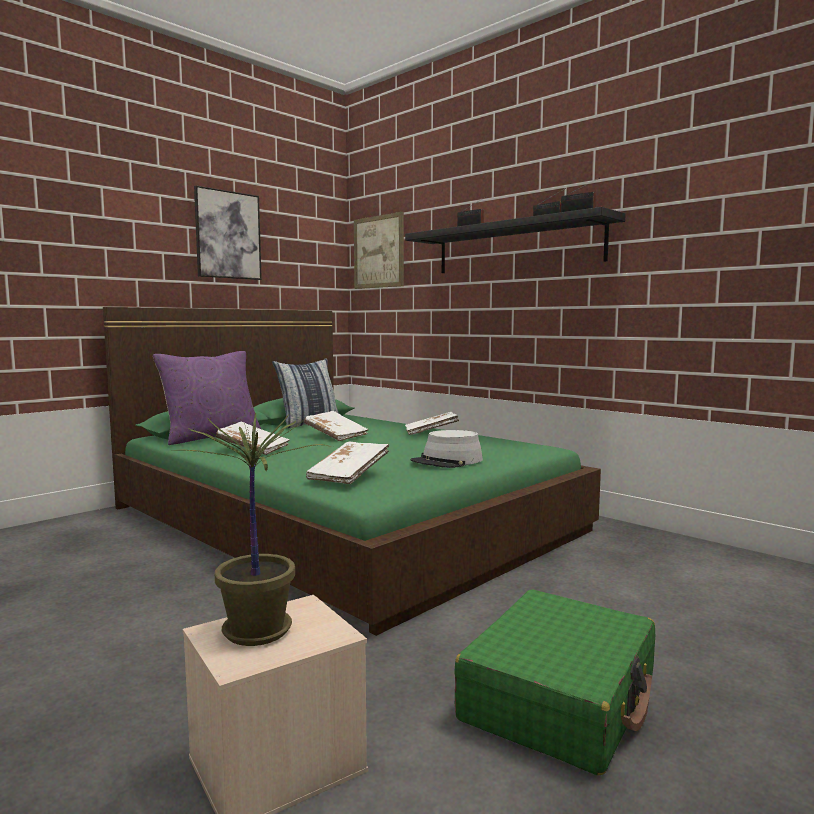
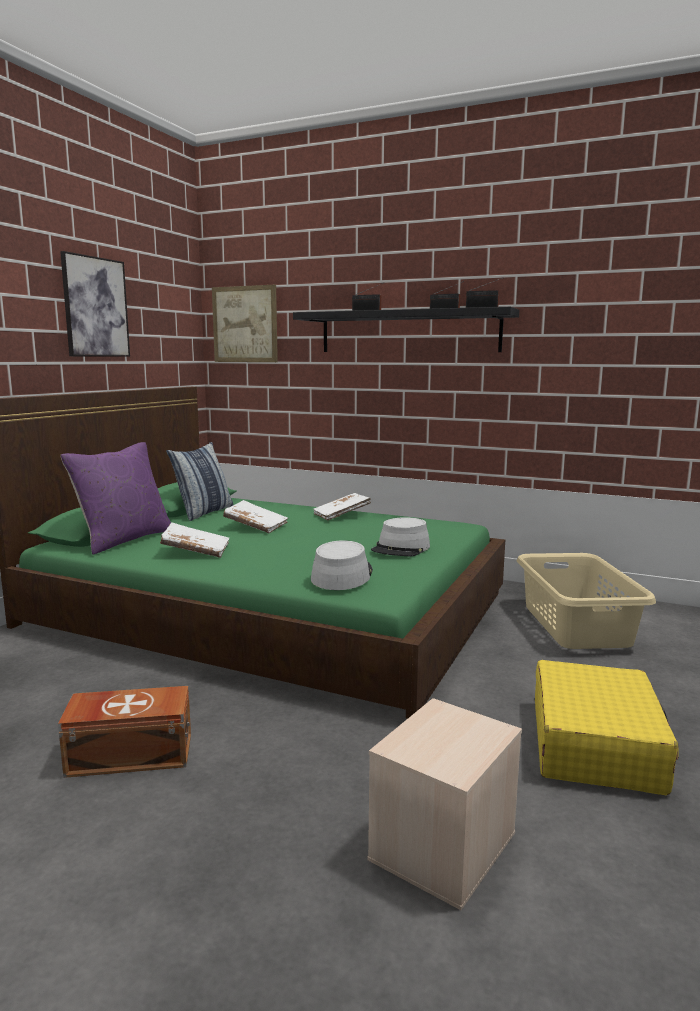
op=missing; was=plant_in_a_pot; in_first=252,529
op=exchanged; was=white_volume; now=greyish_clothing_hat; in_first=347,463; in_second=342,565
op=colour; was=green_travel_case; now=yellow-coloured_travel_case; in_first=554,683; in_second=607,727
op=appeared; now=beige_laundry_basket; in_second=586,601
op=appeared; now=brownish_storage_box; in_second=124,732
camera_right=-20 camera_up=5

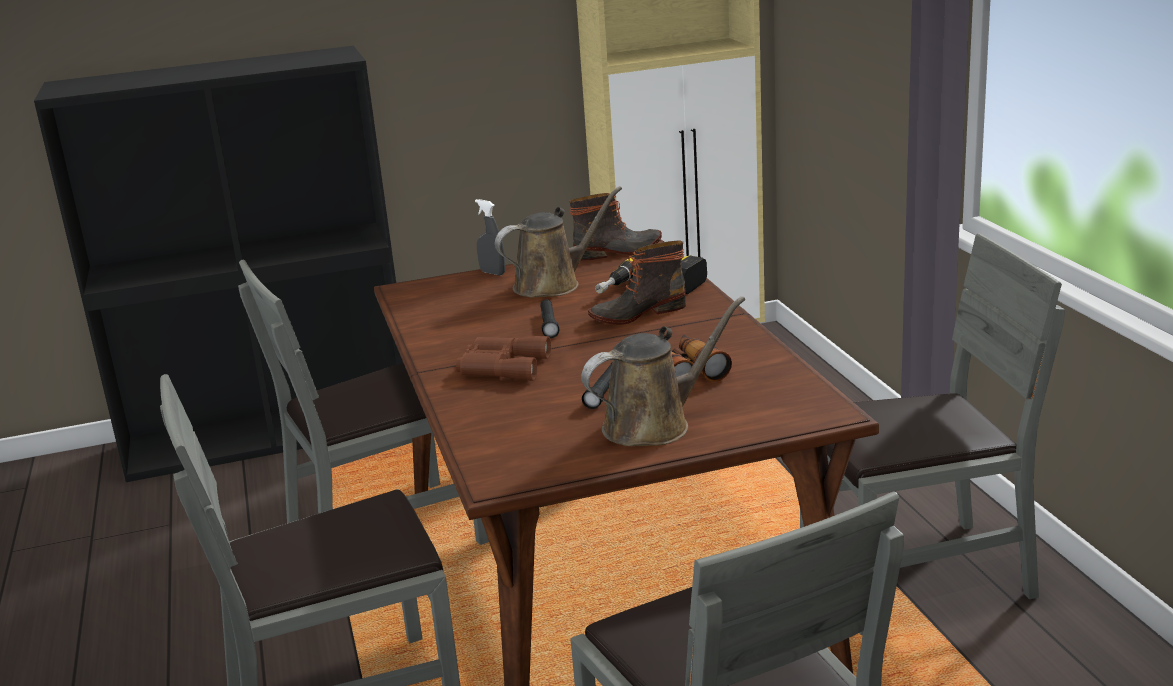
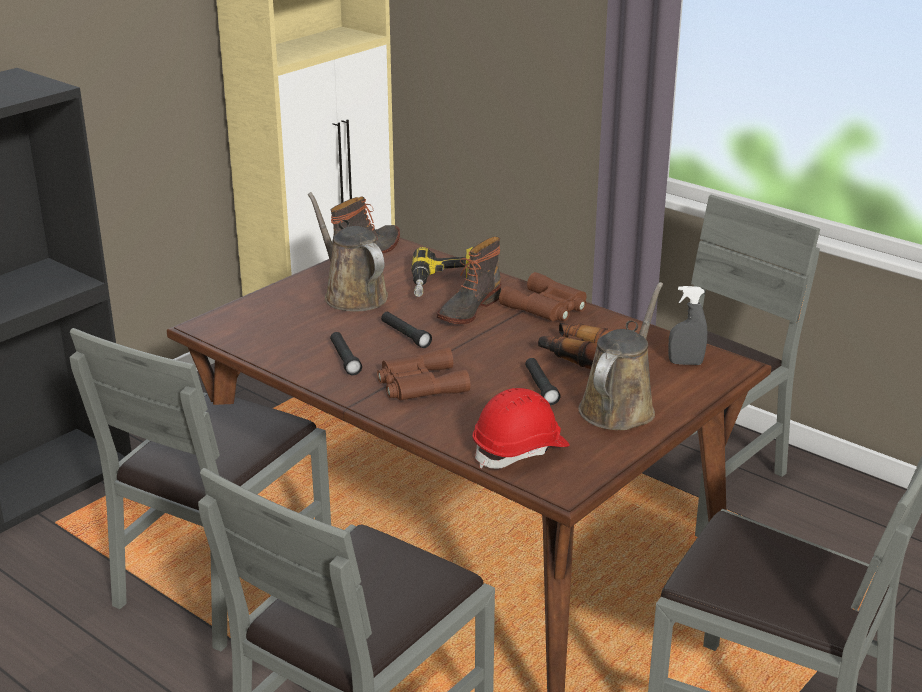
op=spun; was=brownish_watering_can; in_first=558,241; in_second=348,251; clockwise=-60
op=relocated; was=greyish_hand_sprayer; in_first=490,237; in_second=687,325
op=appeared; now=brownish_binoculars; in_second=543,296
op=appeared; now=black-coloured_flashlight; in_second=346,353
op=appeared; now=red_hard_hat; in_second=521,428
camera_right=-35 camera_up=5

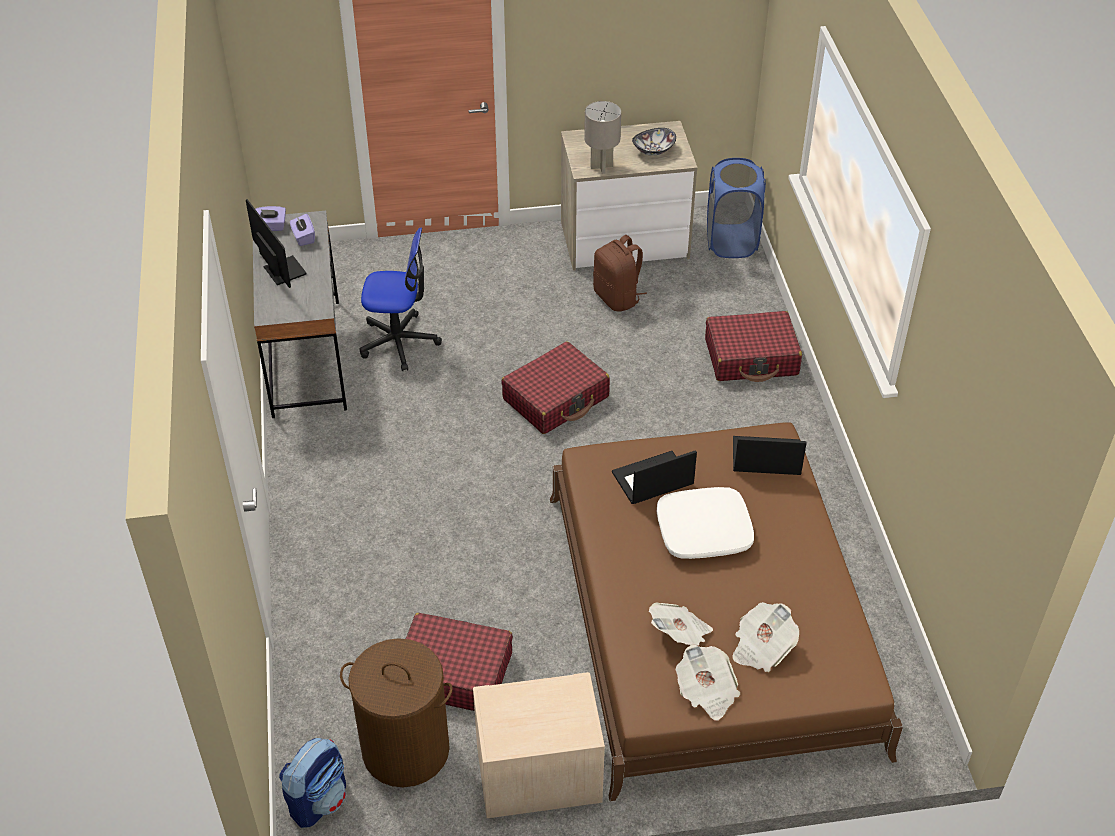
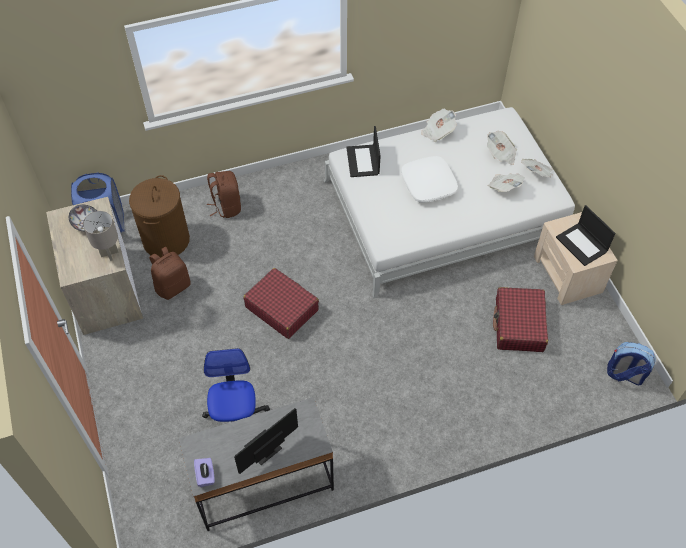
op=missing; was=purple-coloured_tissue_holder; in_first=302,230
op=exchanged; was=red_travel_case; now=brownish_backpack; in_first=753,346; in_second=224,194
op=colour; was=brownish_sleeping_bed; now=white_sleeping_bed; in_first=726,611; in_second=449,203
op=relocated; was=laptop; in_first=654,477; in_second=585,235
op=relocated; was=brownish_laundry_basket; in_first=396,712; in_second=159,216
op=appeared; now=daily_paper; in_second=439,125
camera_right=-100 camera_up=10

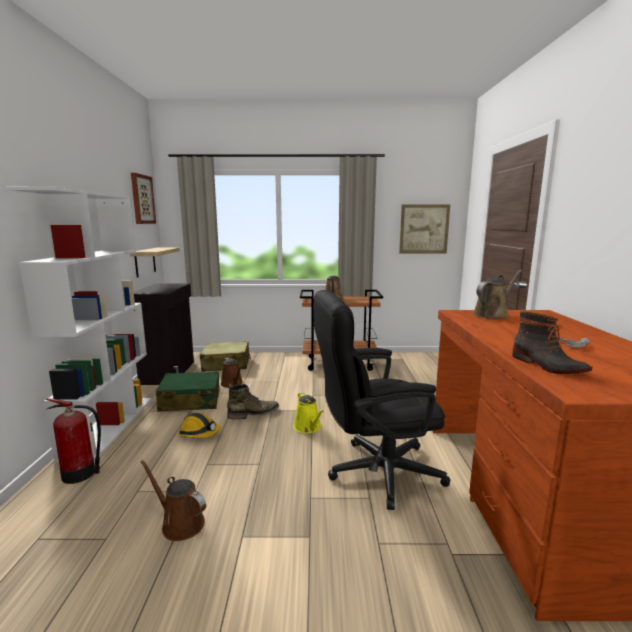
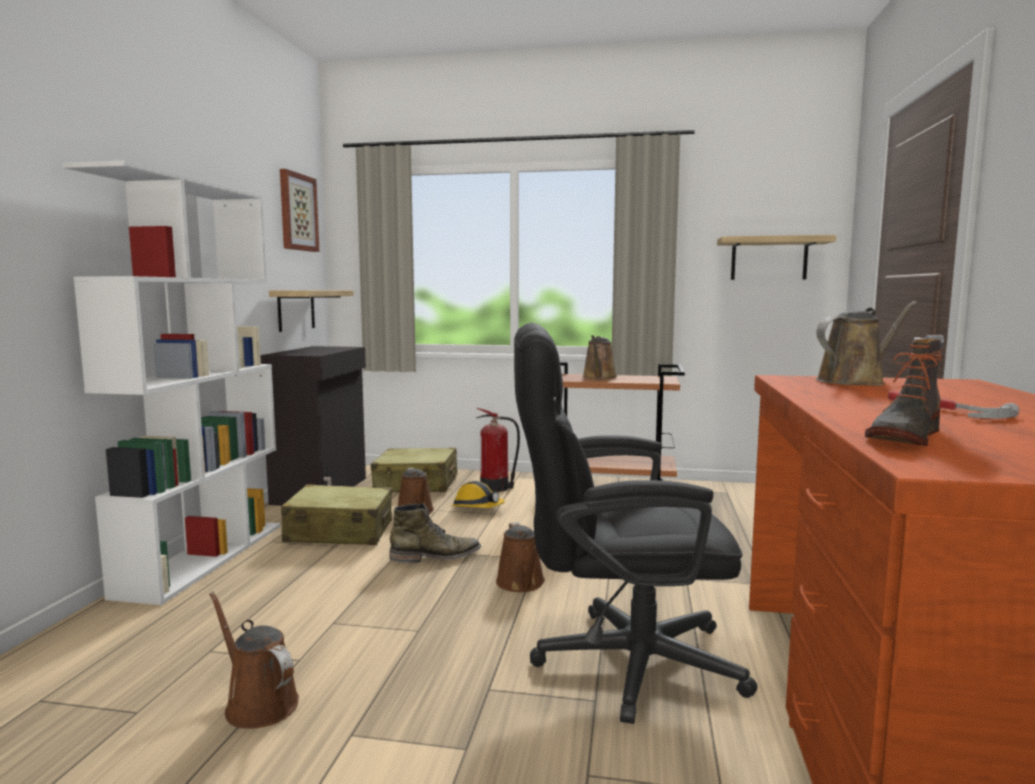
op=exchanged; was=wall_art; now=shelf; in_first=424,229; in_second=776,257
op=spun; was=tall_boot; in_first=552,342; in_second=903,392; clockwise=60
op=colour; was=green_travel_case; now=beige_travel_case; in_first=188,392; in_second=336,514
op=colour; was=yellow-coloured_watering_can; now=brownish_watering_can; in_first=309,412; in_second=520,557
op=relocated; was=fire-fighting_cylinder; in_first=73,441; in_second=498,450
op=relocated; was=hard_hat; in_first=199,425; in_second=478,494
camera_right=10 camera_up=-5

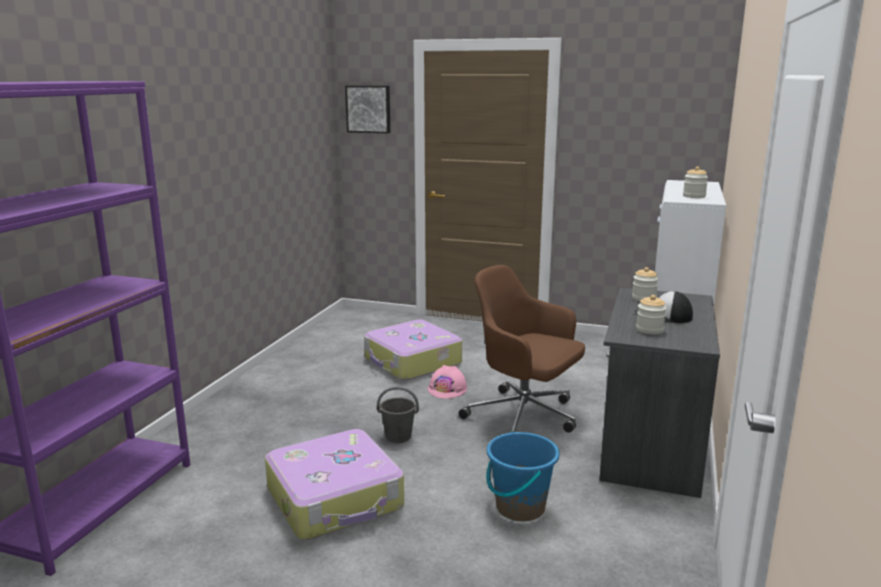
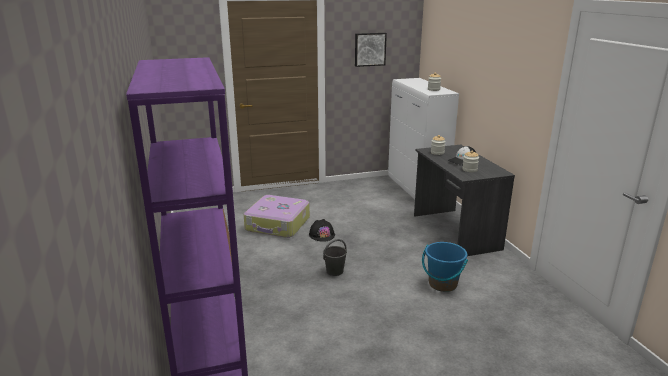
op=relocated; was=wall_art; in_first=367,109; in_second=371,50
op=missing; was=brownish_desk_chair; in_first=522,349
op=colour; was=pinkish_hard_hat; now=black-coloured_hard_hat; in_first=447,382; in_second=322,230
op=missing; was=travel_case; in_first=334,484
camera_right=-35 camera_up=5

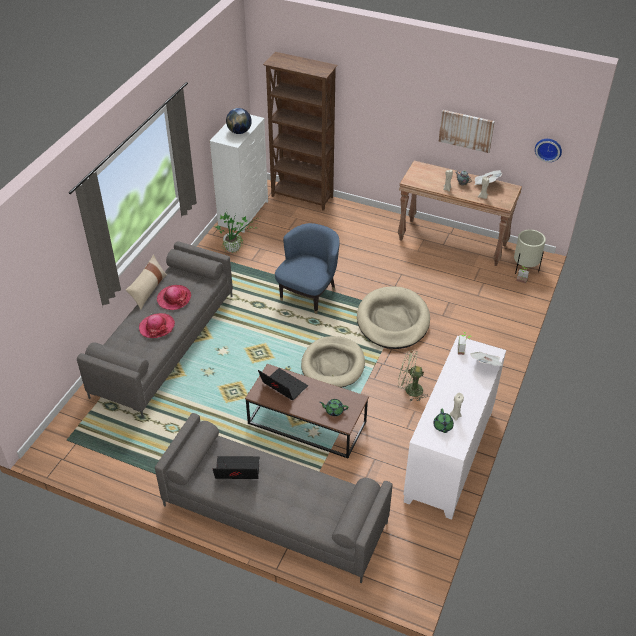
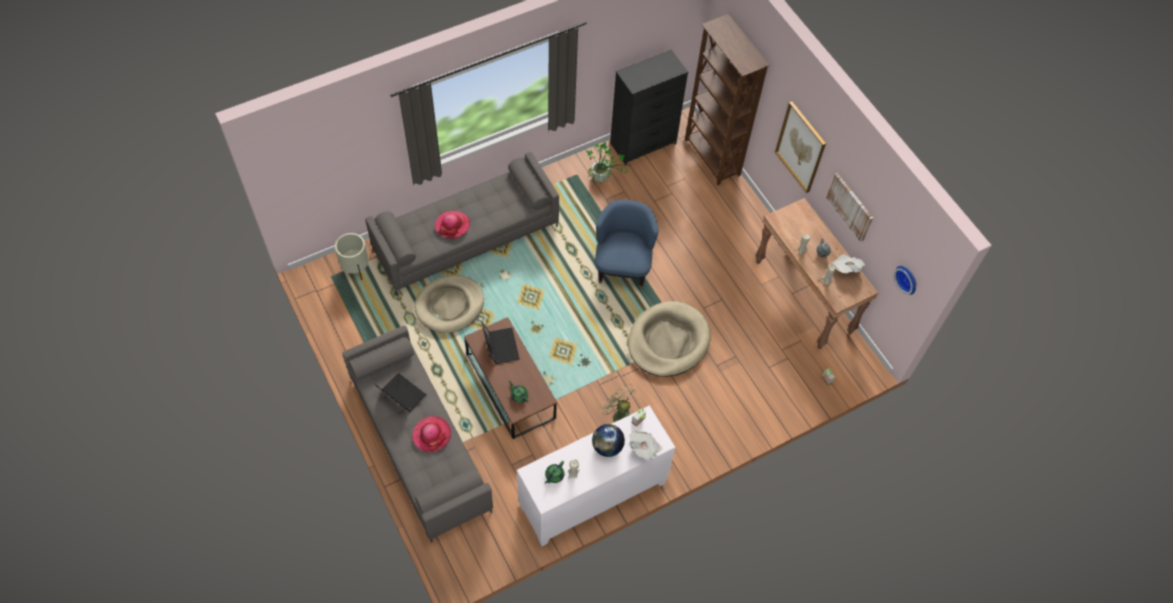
op=relocated; was=world_globe; in_first=239,121; in_second=608,440
op=colour; was=white_chest_of_drawers; now=black-coloured_chest_of_drawers; in_first=239,174; in_second=649,107
op=spun; was=bluish_armchair; in_first=307,268; in_second=626,244; clockwise=-60
op=relocated; was=beige_planter; in_first=530,252; in_second=352,256
op=missing; was=beige_throw_pillow; in_first=146,282
op=relocated; was=clothing_hat; in_first=174,297; in_second=431,434
op=relocated; was=beige_dog_bed; in_first=333,362; in_second=449,304
op=appeared; now=wall_art; in_second=800,147
camera_right=35 camera_up=15

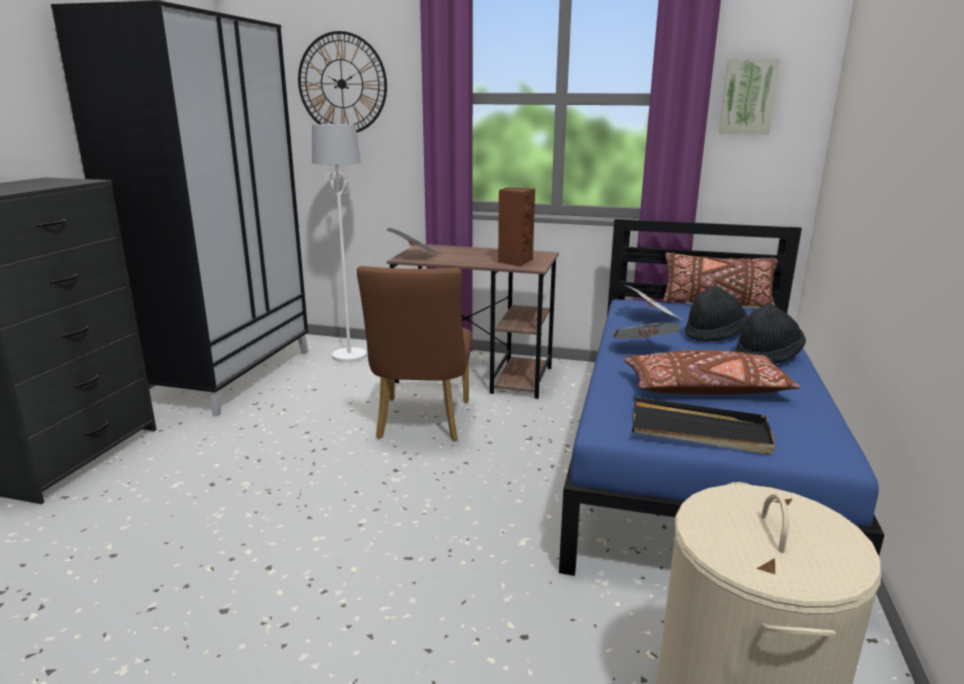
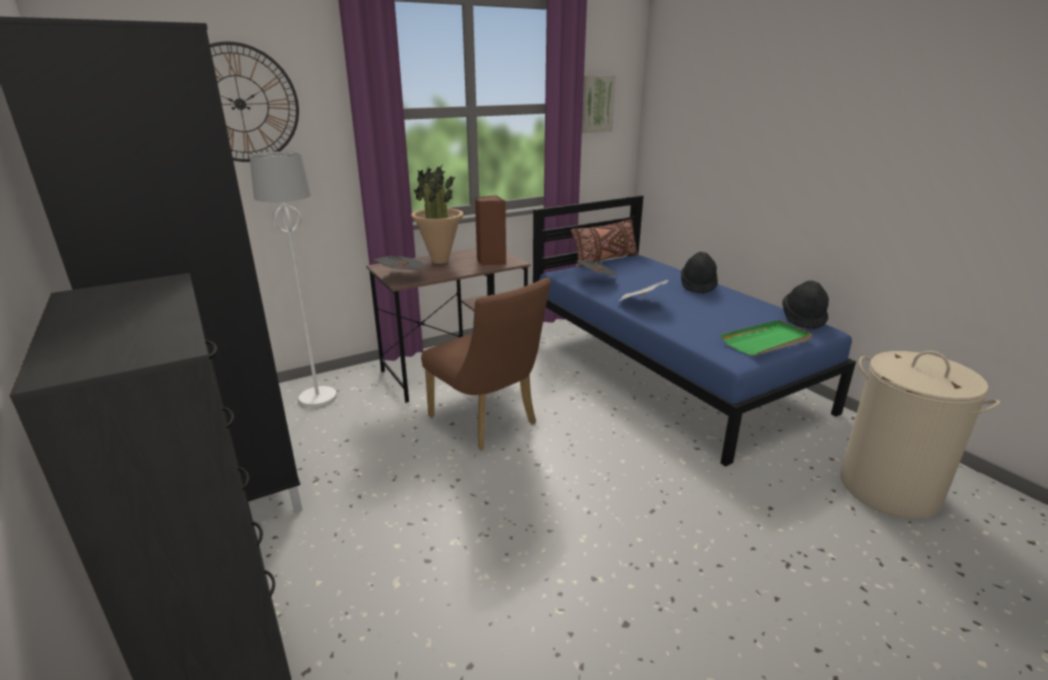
op=relocated; was=black-coloured_clothing_hat; in_first=716,314; in_second=805,305
op=missing; was=brownish_throw_pillow; in_first=711,372
op=colour; was=black-coloured_tray; now=green_tray; in_first=703,425; in_second=766,337
op=appeared; now=plant_in_a_pot; in_second=437,215
camera_right=-45 camera_up=5

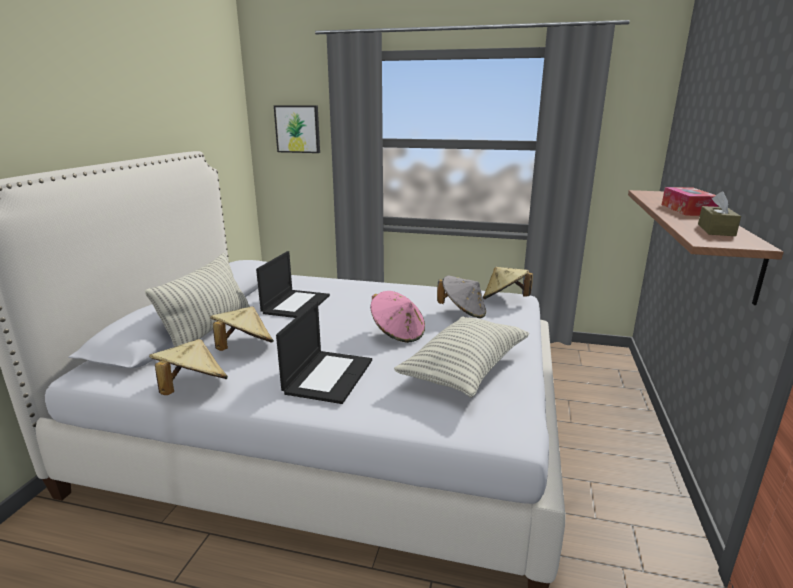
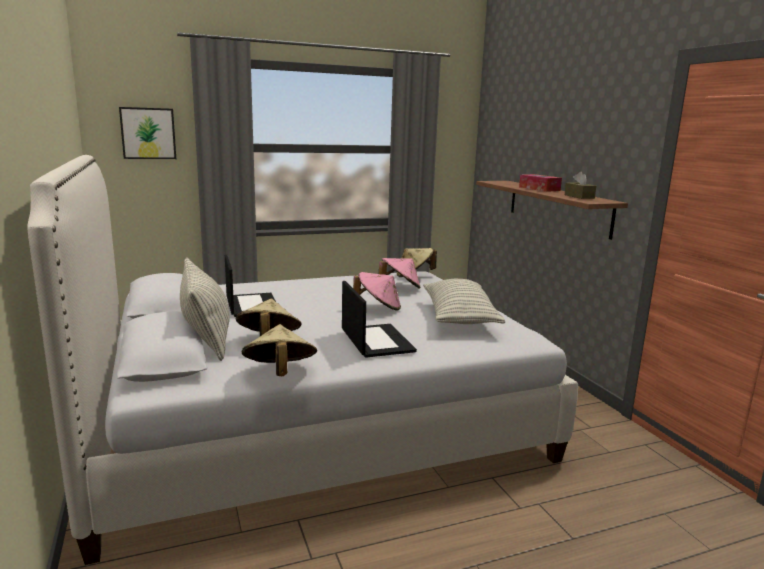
op=colour; was=greyish_clothing_hat; now=pinkish_clothing_hat; in_first=461,297; in_second=400,273
camera_right=-35 camera_up=-5

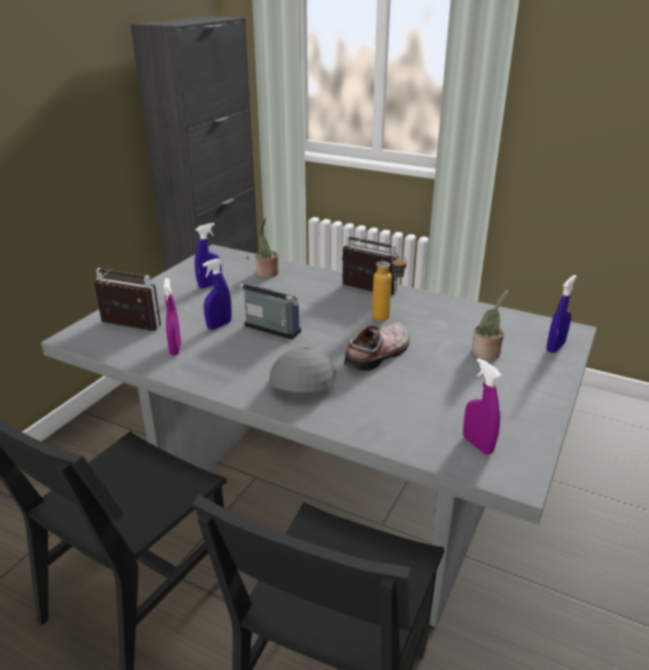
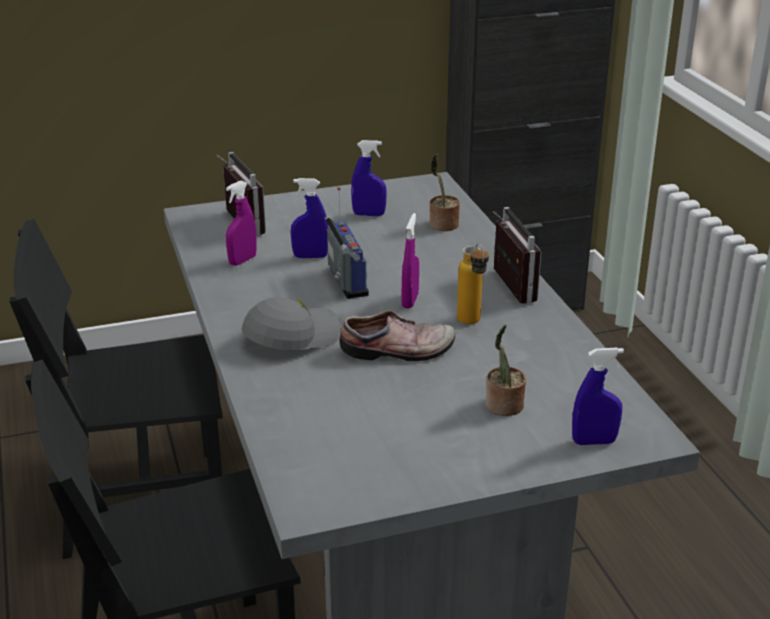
op=relocated; was=purple-coloured_hand_sprayer; in_first=482,406; in_second=410,260
camera_right=45 camera_up=0

